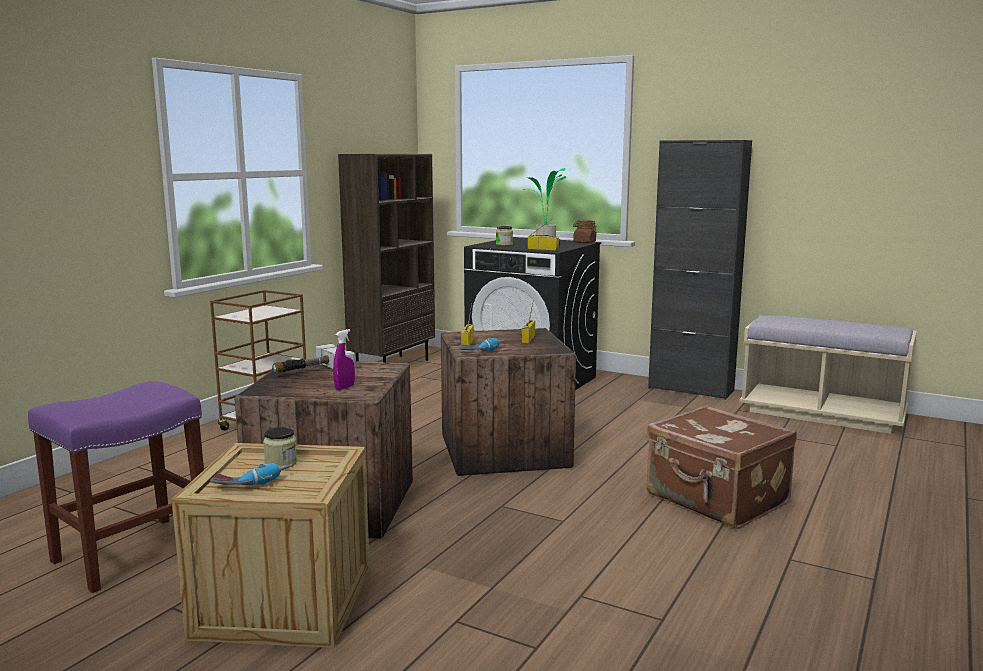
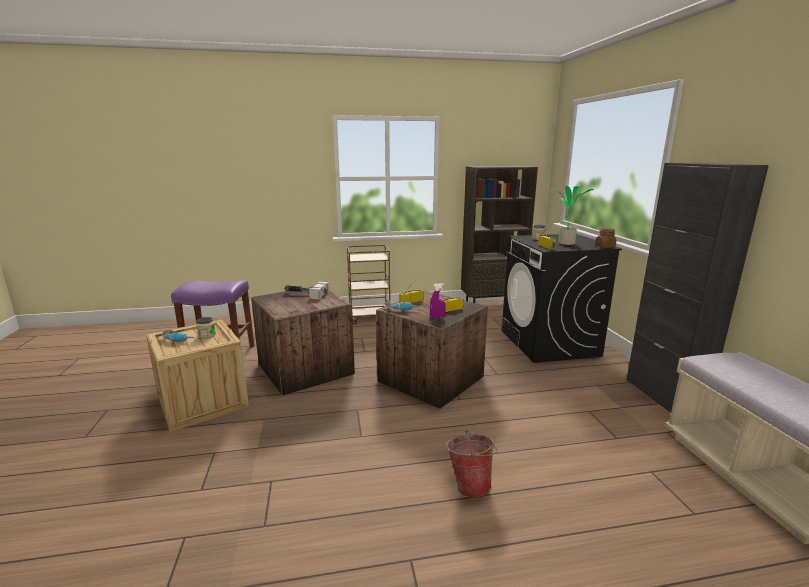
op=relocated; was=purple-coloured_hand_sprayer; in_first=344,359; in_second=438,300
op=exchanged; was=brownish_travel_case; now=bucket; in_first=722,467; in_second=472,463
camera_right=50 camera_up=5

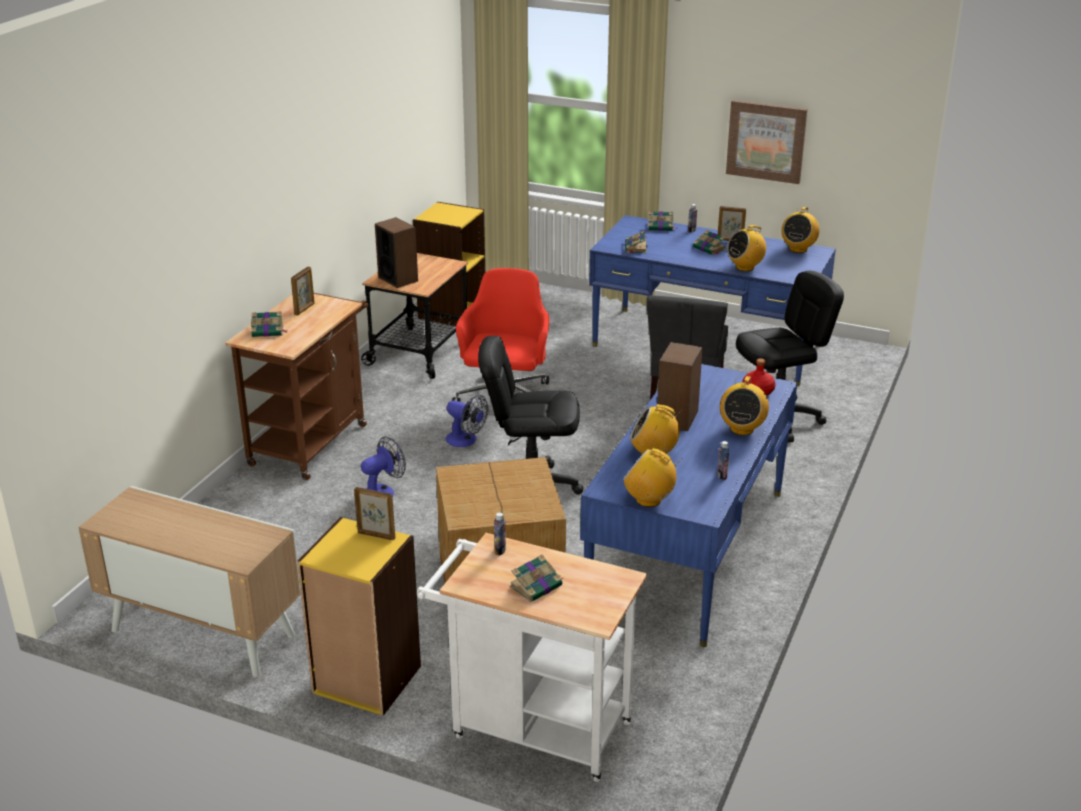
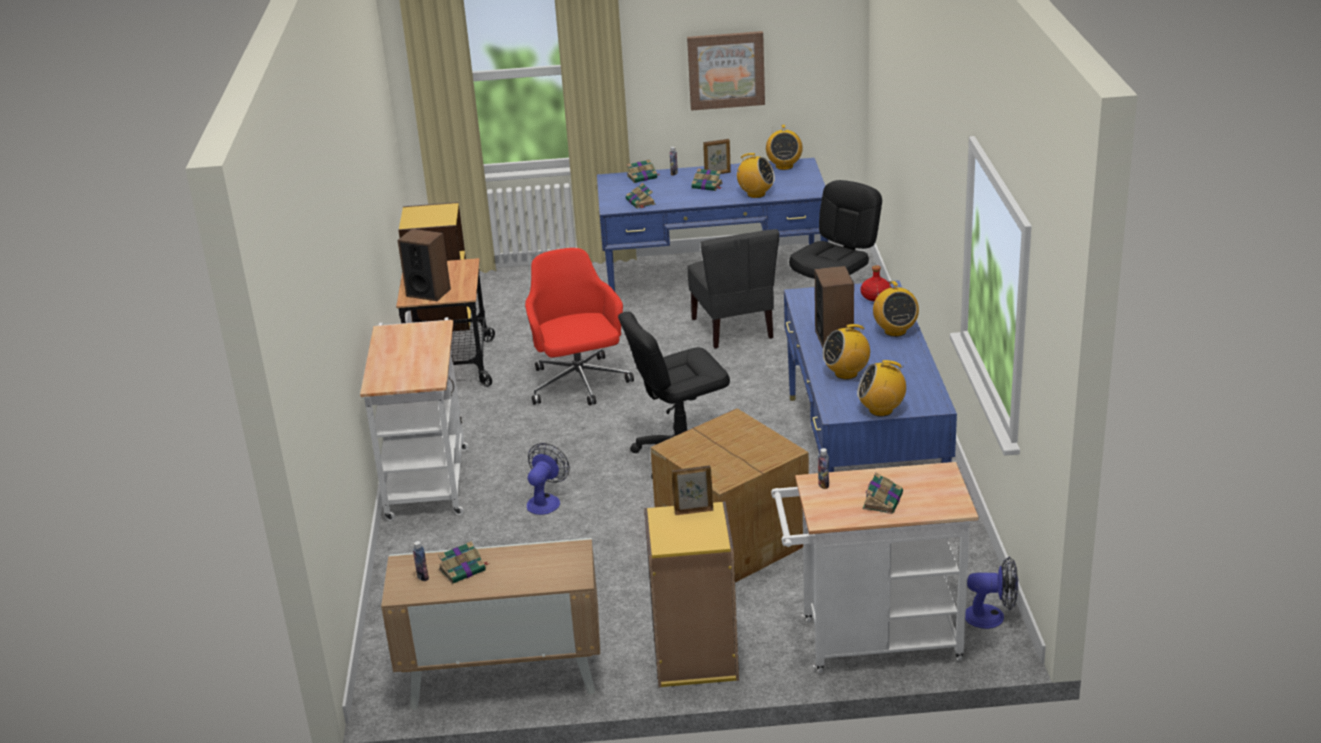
op=spun; was=radio; in_first=746,248; in_second=754,175; clockwise=-105
op=missing; was=picture_frame; in_first=303,291
op=colour; was=brownish_wheeled_cart; now=white_wheeled_cart; in_first=296,385; in_second=414,419
op=relocated; was=volume; in_first=269,324; in_second=463,562
op=relocated; was=cooling_fan; in_first=467,421; in_second=991,593
op=relocated; was=drink_bottle; in_first=723,460; in_second=421,561
camera_right=-25 camera_up=0

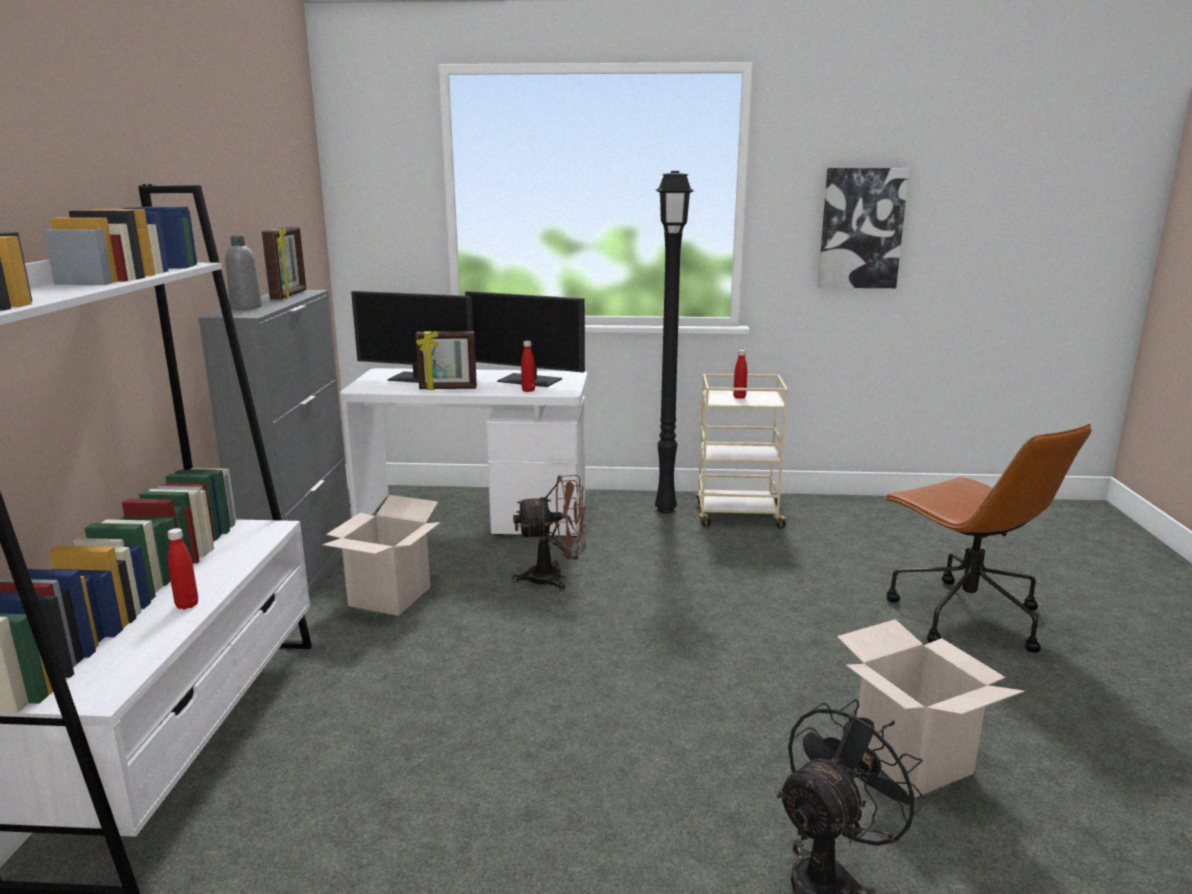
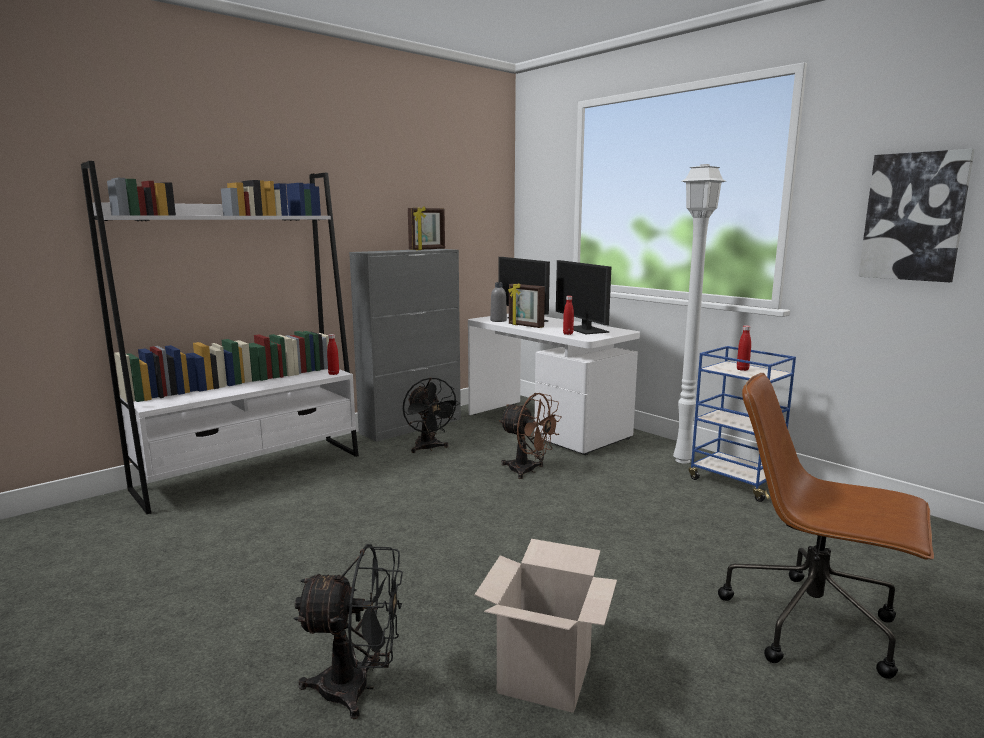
op=colour; was=black-coloured_standard_lamp; now=white_standard_lamp; in_first=674,342; in_second=699,314
op=relocated; was=greyish_drink_bottle; in_first=243,273; in_second=498,302
op=colour; was=beige_wheeled_cart; now=bluish_wheeled_cart; in_first=743,451; in_second=742,424
op=spun; was=brownish_desk_chair; in_first=987,538; in_second=826,526; clockwise=105
op=exchanged; was=cardboard_box; now=black-coloured_cooling_fan; in_first=381,555; in_second=431,415
op=relocated; was=red_drink_bottle; in_first=182,568; in_second=333,354
camera_right=45 camera_up=-5

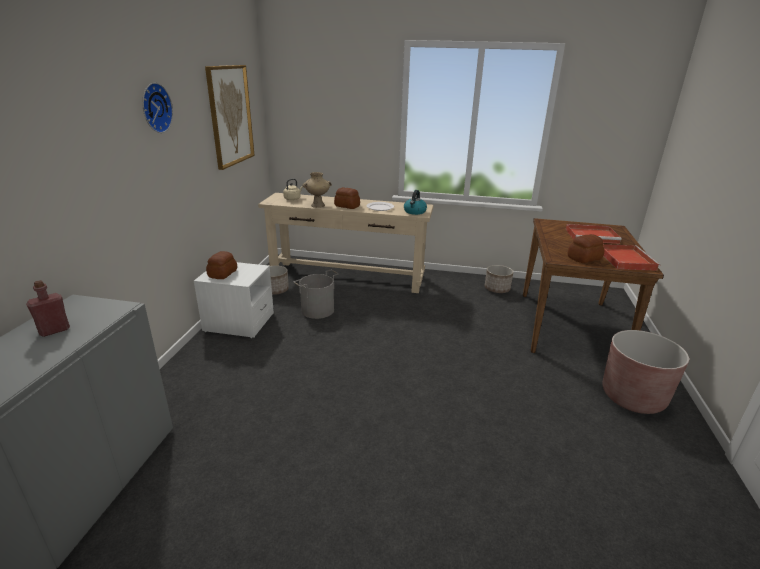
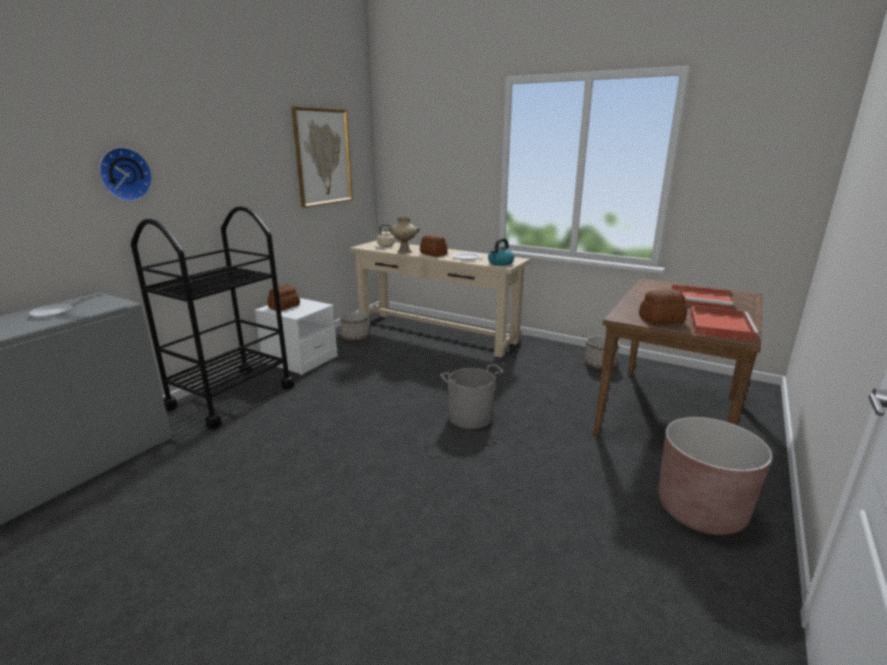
op=relocated; was=clock_on_the_wall; in_first=157,108; in_second=126,174
op=relocated; was=greyish_bucket; in_first=316,294; in_second=472,396
op=exchanged; was=red_drink_bottle; now=white_flat_dish; in_first=48,308; in_second=50,311
op=appeared; now=black-coloured_wheeled_cart; in_second=212,318
camera_right=20 camera_up=-5

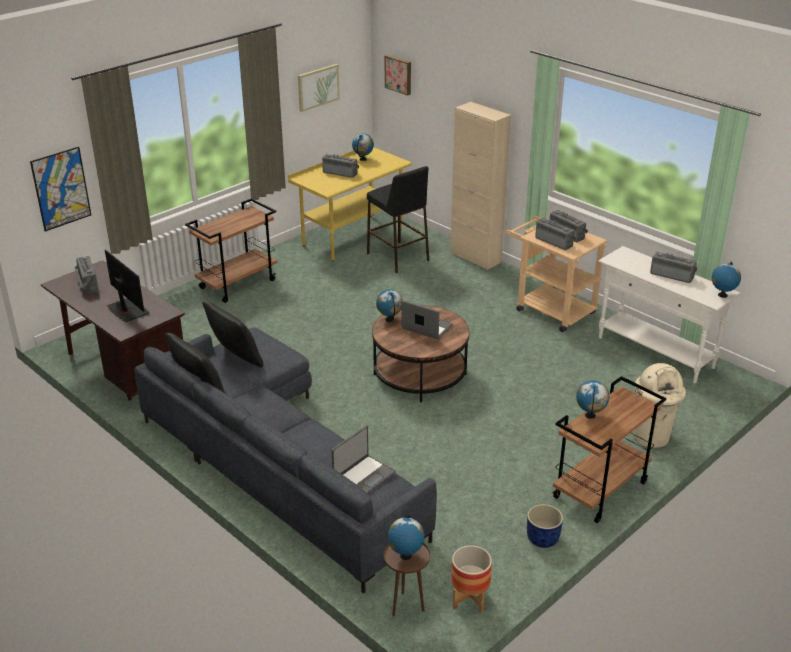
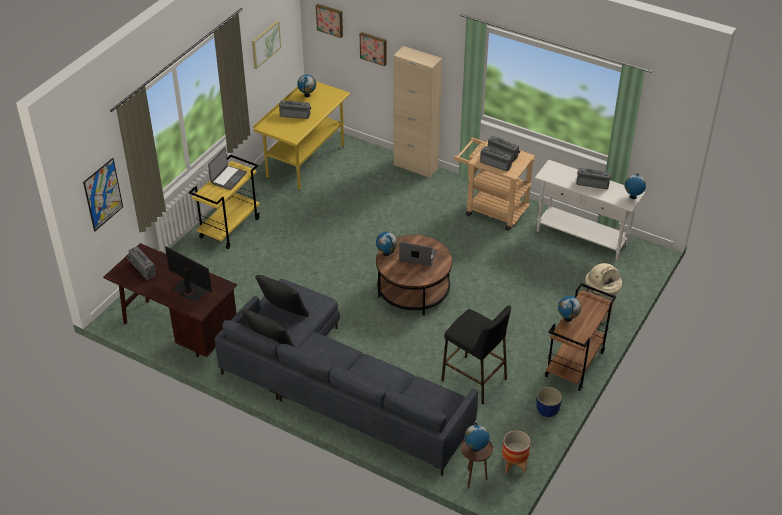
op=relocated; was=black-coloured_stool; in_first=398,219; in_second=476,354
op=colour; was=brownish_wheeled_cart; now=yellow-coloured_wheeled_cart; in_first=231,250; in_second=224,202
op=relocated; was=laptop; in_first=363,460; in_second=227,168
op=appeared; now=wall_art; in_second=373,49
camera_right=-15 camera_up=10

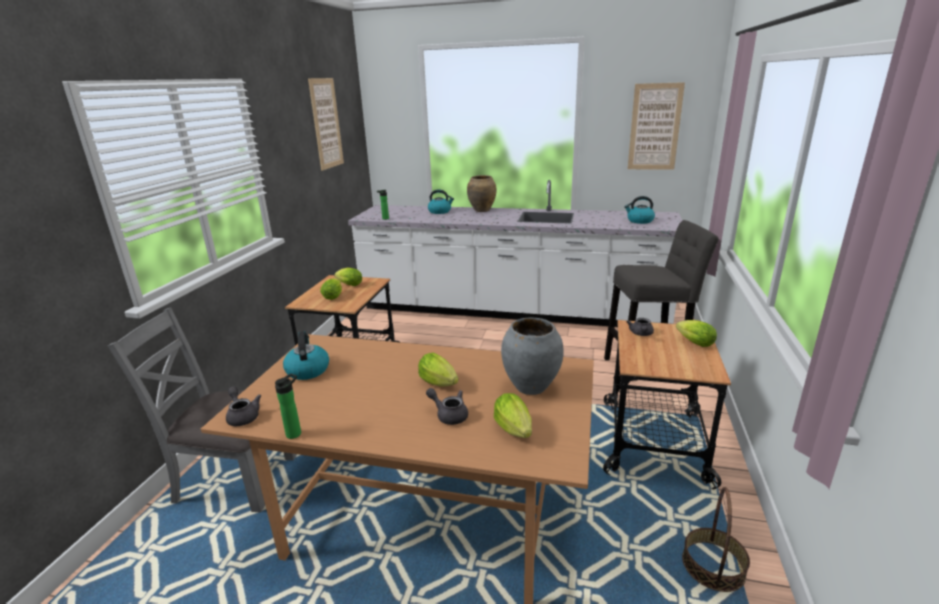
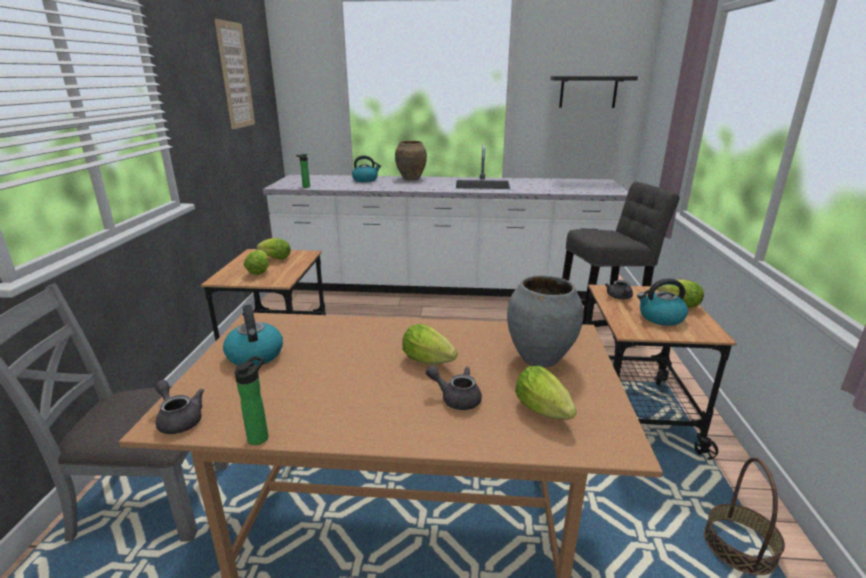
op=exchanged; was=wall_art; now=black-coloured_shelf; in_first=656,126; in_second=594,92
op=relocated; was=tea_kettle; in_first=639,210; in_second=662,302
camera_right=-10 camera_up=0

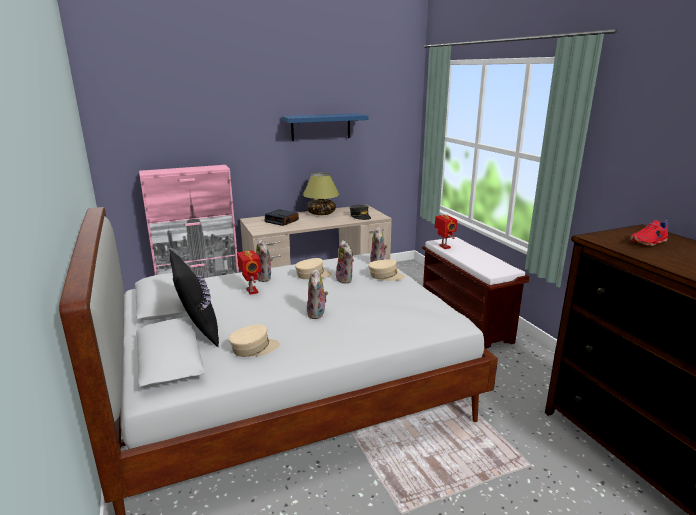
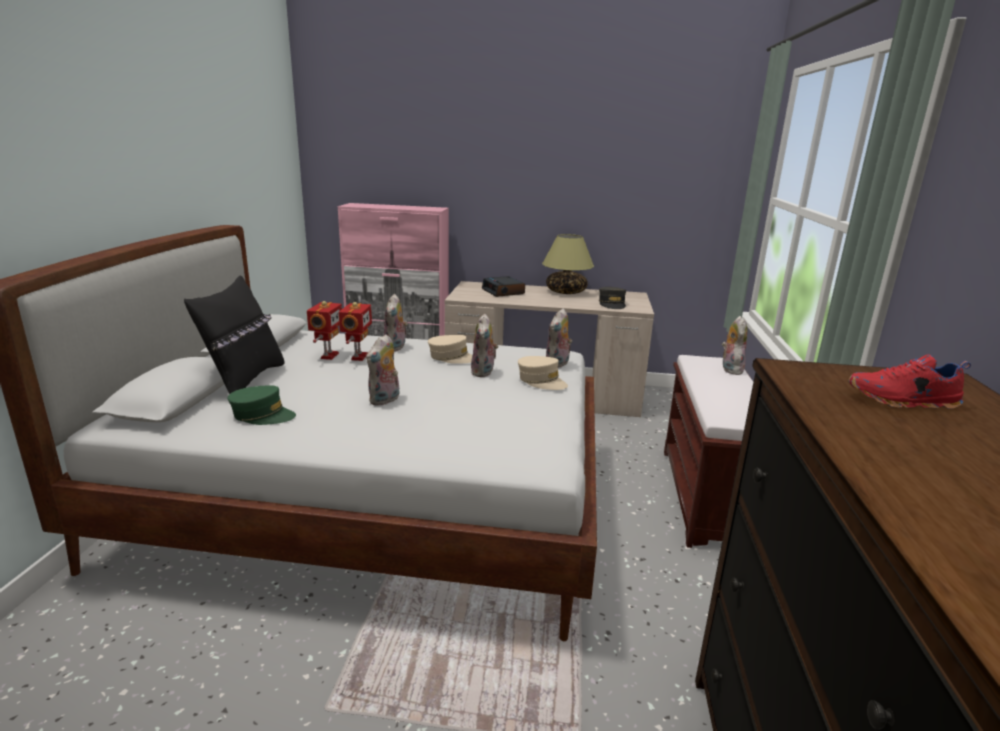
op=missing; was=bluish_shelf; in_first=325,127
op=relocated; was=robot_figure; in_first=446,231; in_second=324,330
op=colour; was=beige_baseball_cap; now=green_baseball_cap; in_first=254,340; in_second=262,405
op=appeared; now=soft_toy; in_second=734,345
camera_right=30 camera_up=0

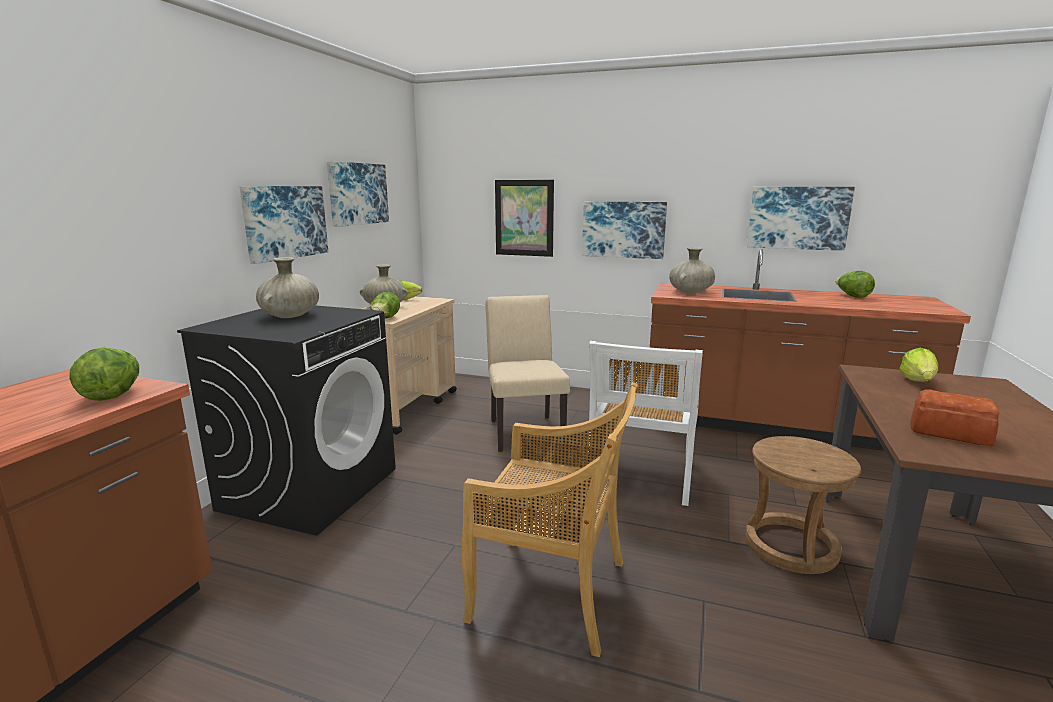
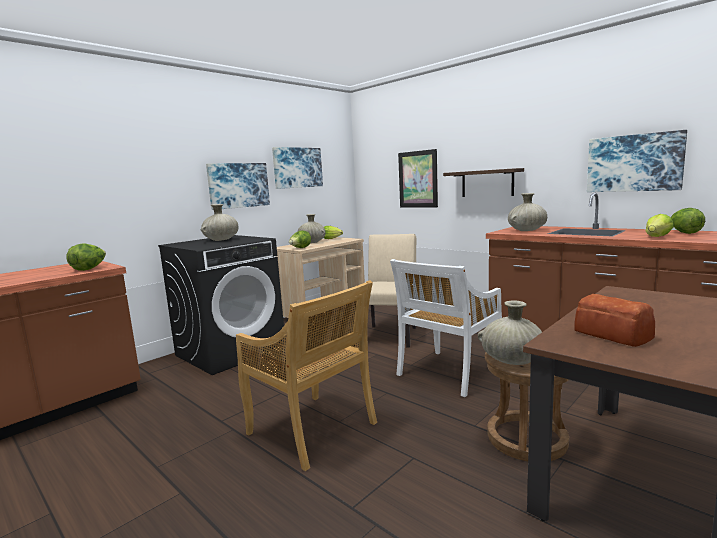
op=exchanged; was=wall_art; now=shelf; in_first=624,230; in_second=483,182
op=relocated; was=head_of_lettuce; in_first=919,365; in_second=660,225
op=appeared; now=beige_flower_vase; in_second=510,333
camera_right=25 camera_up=-5

